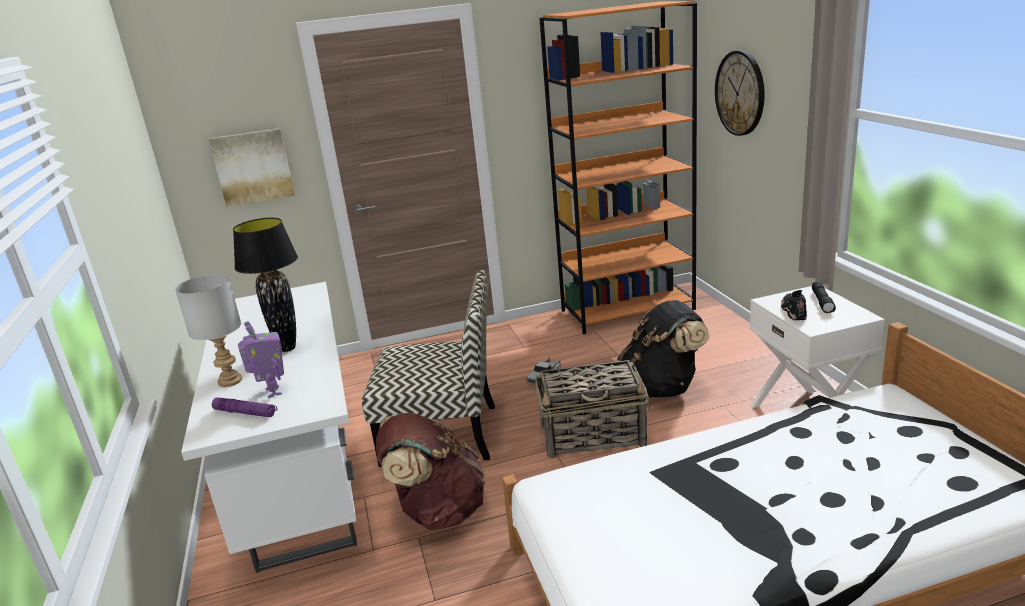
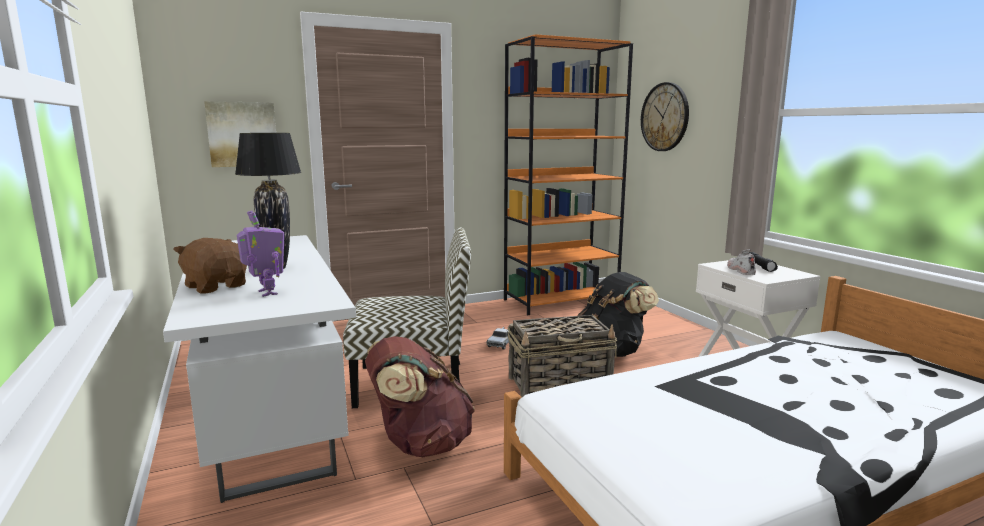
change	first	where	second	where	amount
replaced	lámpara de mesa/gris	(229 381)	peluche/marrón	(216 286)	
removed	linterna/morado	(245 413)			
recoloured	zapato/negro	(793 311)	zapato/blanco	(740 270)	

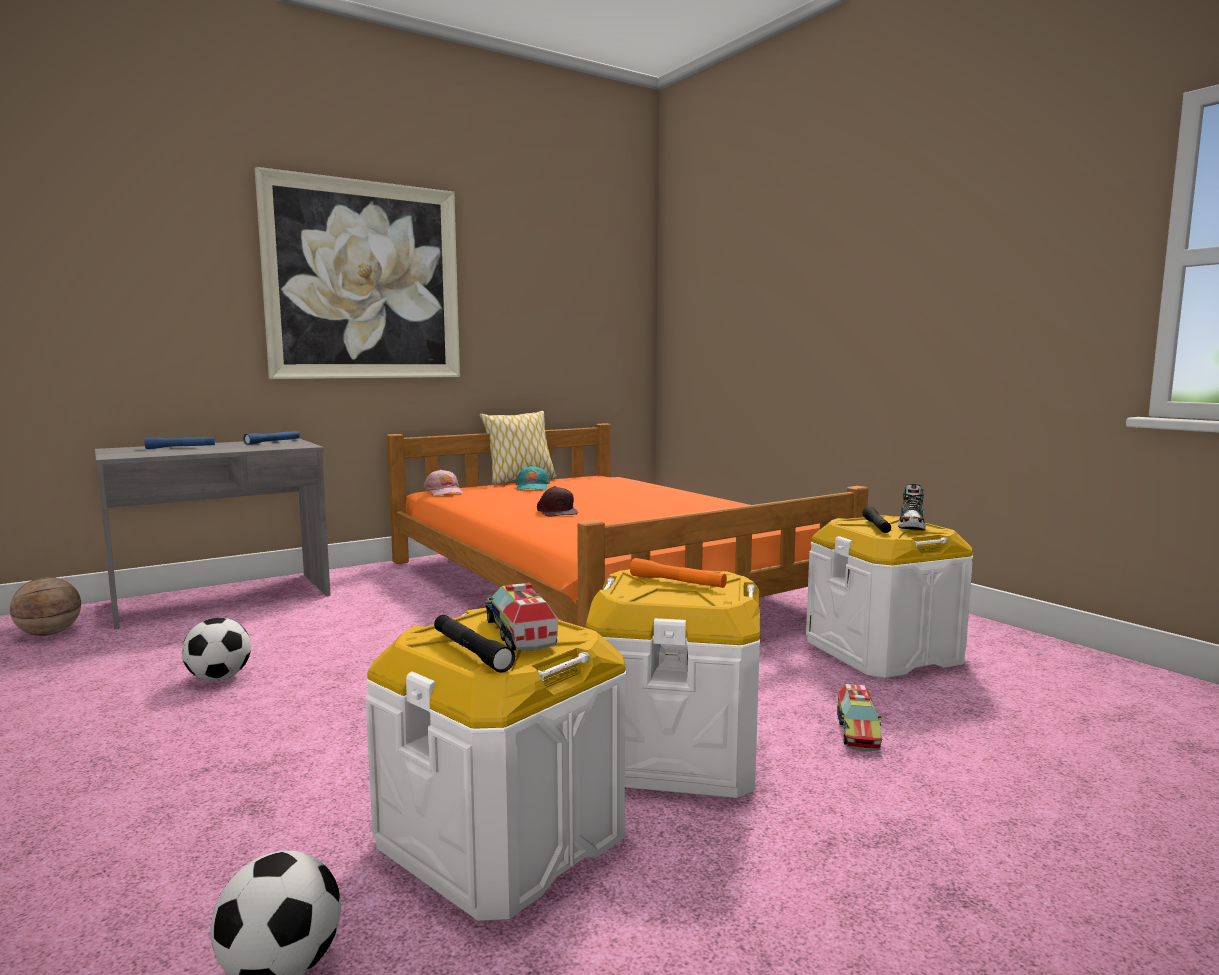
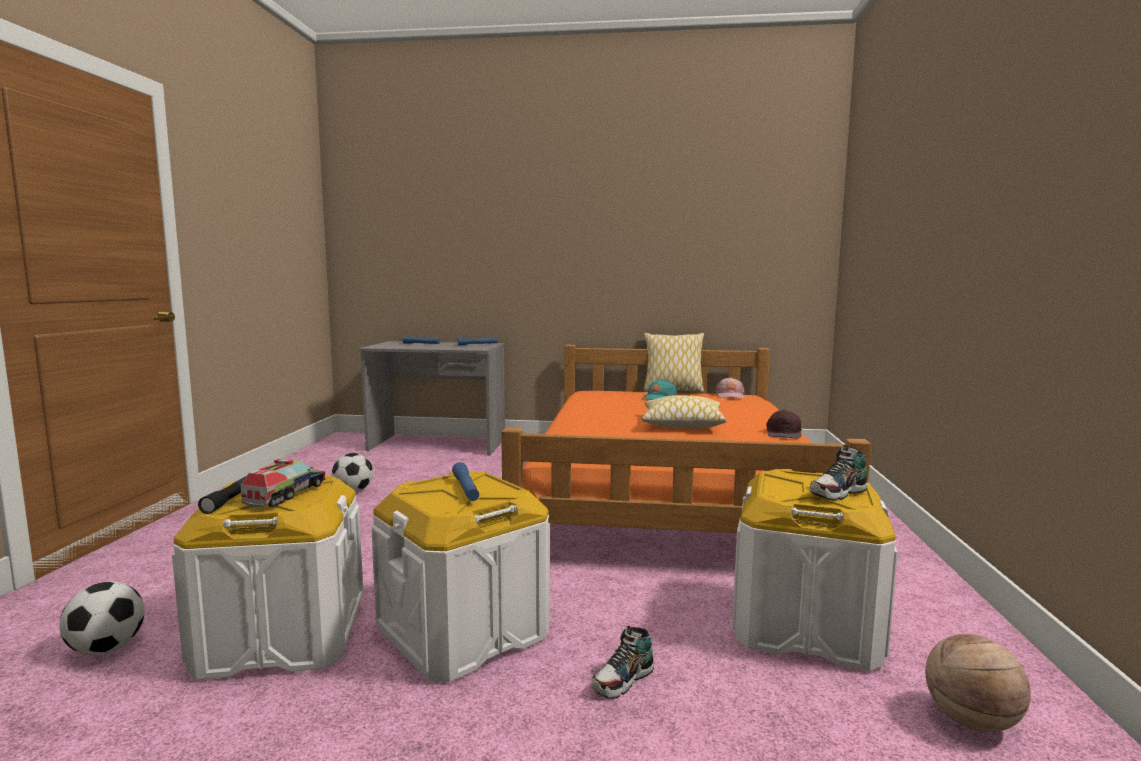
change	first	where	second	where	amount
moved	balón de baloncesto	(49 634)		(970 721)	
removed	cuadro	(364 281)			
moved	gorra/rosa	(444 492)		(730 395)	
moved	gorra/marrón	(557 511)		(784 433)	
recoloured	linterna/naranja	(677 582)	linterna/azul	(466 489)	
replaced	camión de juguete	(857 731)	zapato	(623 680)	
removed	linterna/negro	(876 526)			
added			cojín	(682 424)	

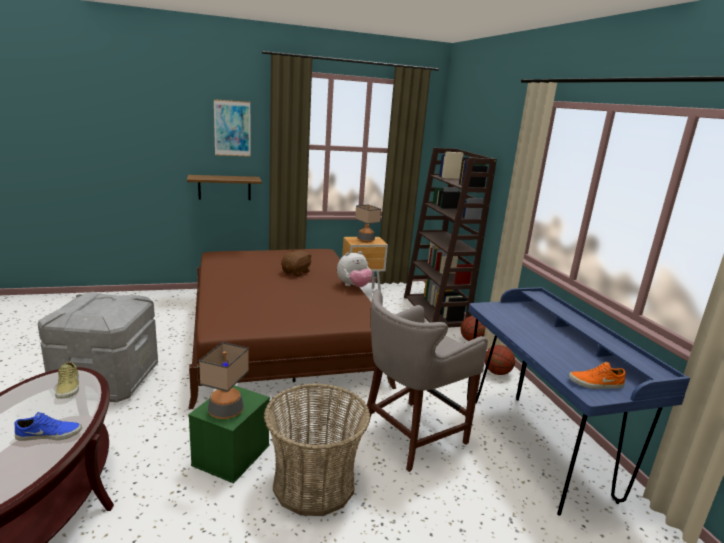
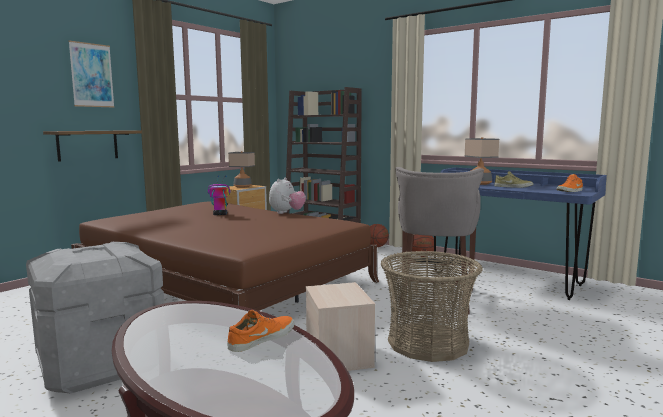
change	first	where	second	where	amount
recoloured	zapato/azul	(50 434)	zapato/naranja	(261 338)	
moved	zapato/beis	(69 387)		(513 187)	
recoloured	caja de almacenaje/verde	(231 456)	caja de almacenaje/beis	(339 355)	
moved	lámpara de mesa	(225 411)		(479 183)	
replaced	peluche/marrón	(296 272)	robot de juguete	(220 214)	

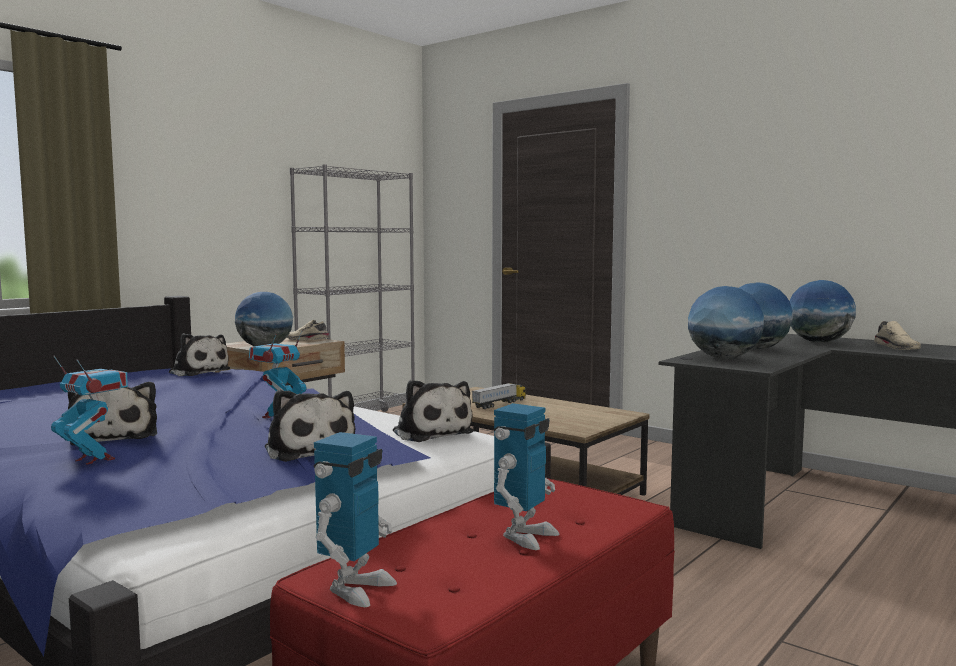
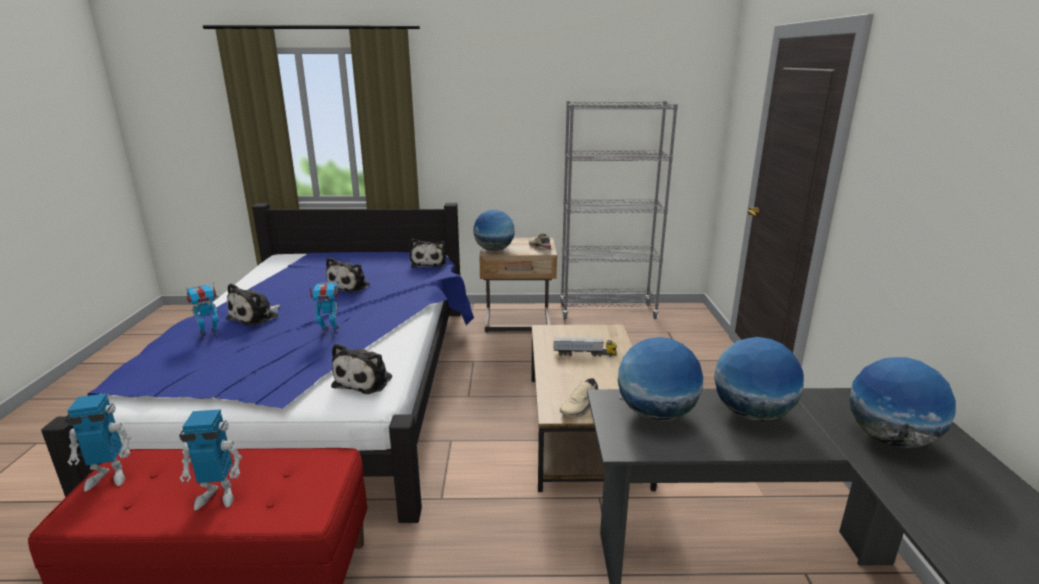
change	first	where	second	where	amount
turned	robot de juguete	(94 459)		(209 333)	120 degrees counterclockwise
moved	peluche	(309 449)		(350 286)	
moved	zapato/beis	(898 347)		(581 407)	

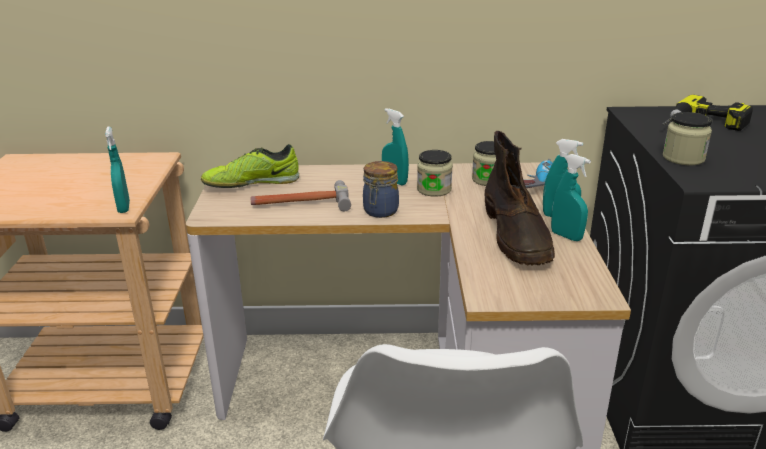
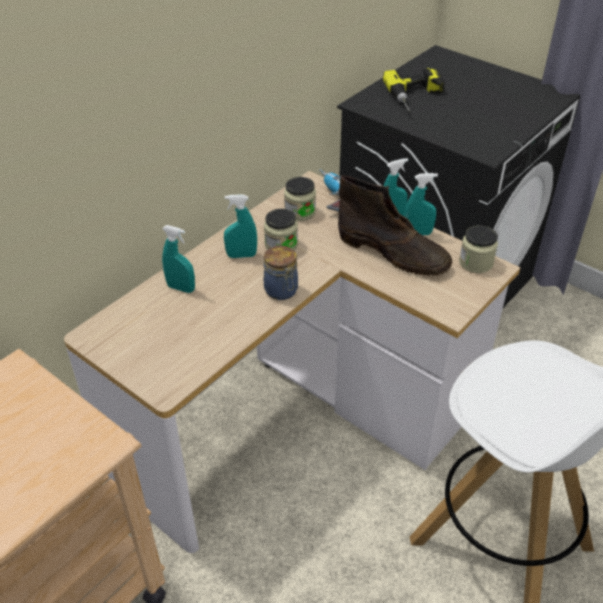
change	first	where	second	where	amount
moved	pulverizador/turquesa	(124 207)		(181 288)	
removed	zapato	(252 183)			
removed	martillo	(300 203)			
moved	tarro	(683 158)		(476 263)	

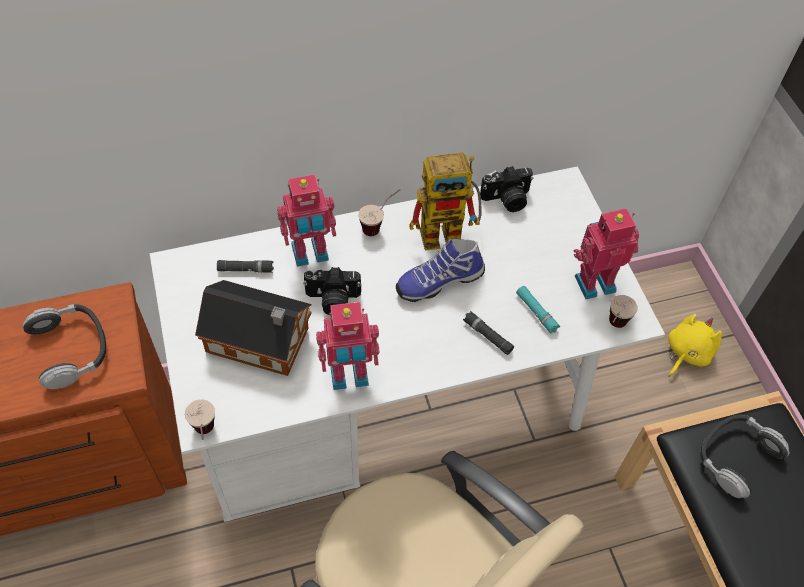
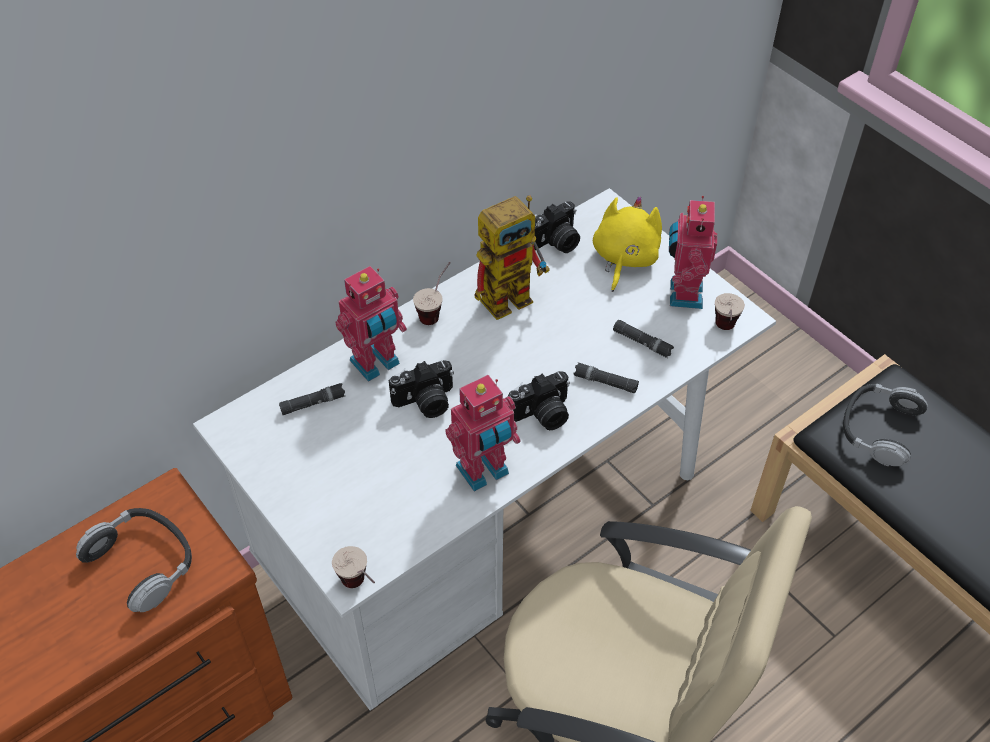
change	first	where	second	where	amount
removed	casita	(261 342)			
removed	zapato	(439 280)			
recoloured	linterna/turquesa	(536 312)	linterna/negro	(642 342)	
turned	robot de juguete	(593 281)		(682 294)	45 degrees counterclockwise
moved	peluche/amarillo	(686 353)		(624 258)	
added			cámara	(542 415)	

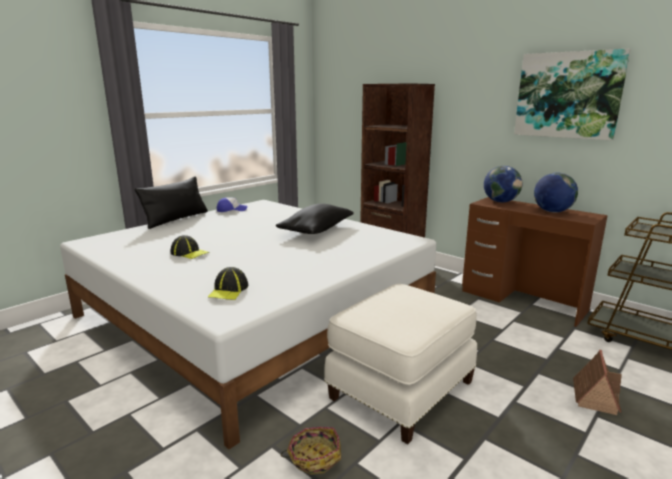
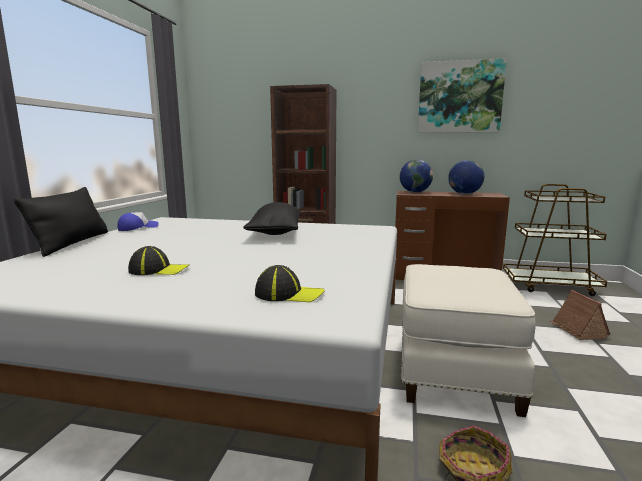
change	first	where	second	where	amount
turned	gorra	(228 290)		(289 294)	60 degrees counterclockwise

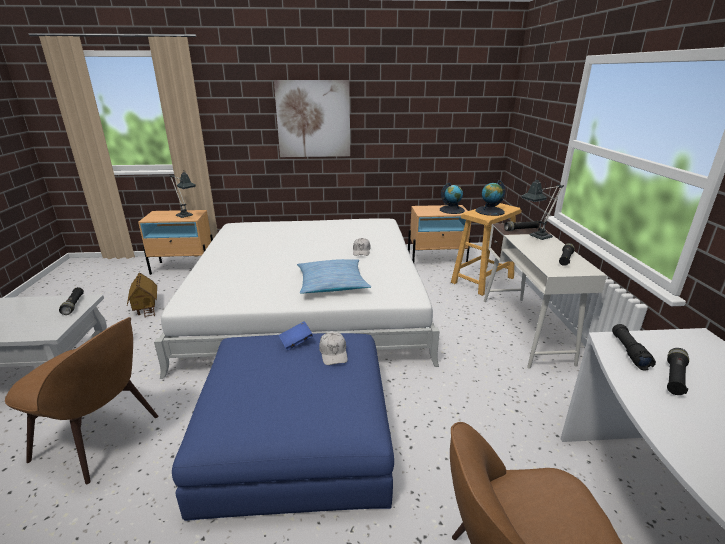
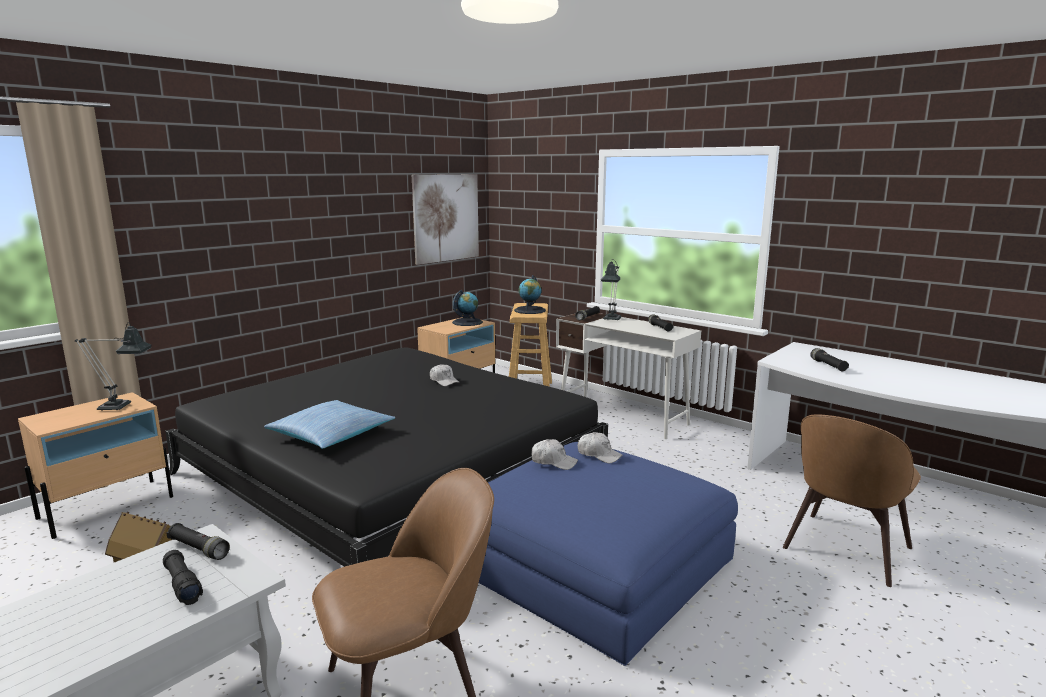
change	first	where	second	where	amount
recoloured	cama/blanco	(308 301)	cama/negro	(392 470)	
moved	cuadro	(313 119)		(446 218)	
replaced	libro/azul	(296 342)	gorra/blanco	(553 462)	
moved	cojín	(332 284)		(331 435)	
moved	linterna/negro	(629 352)		(182 585)	

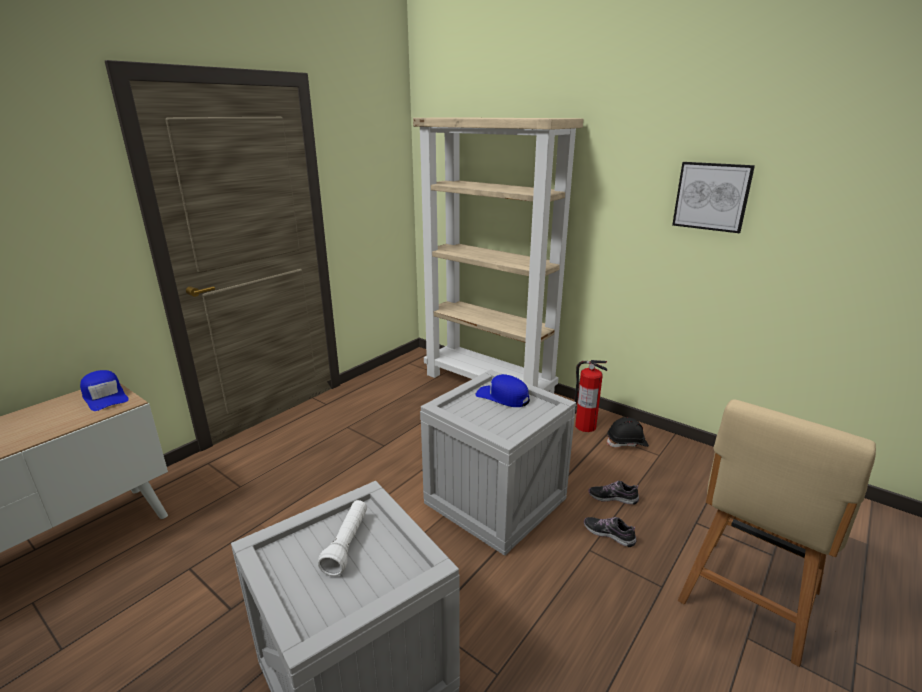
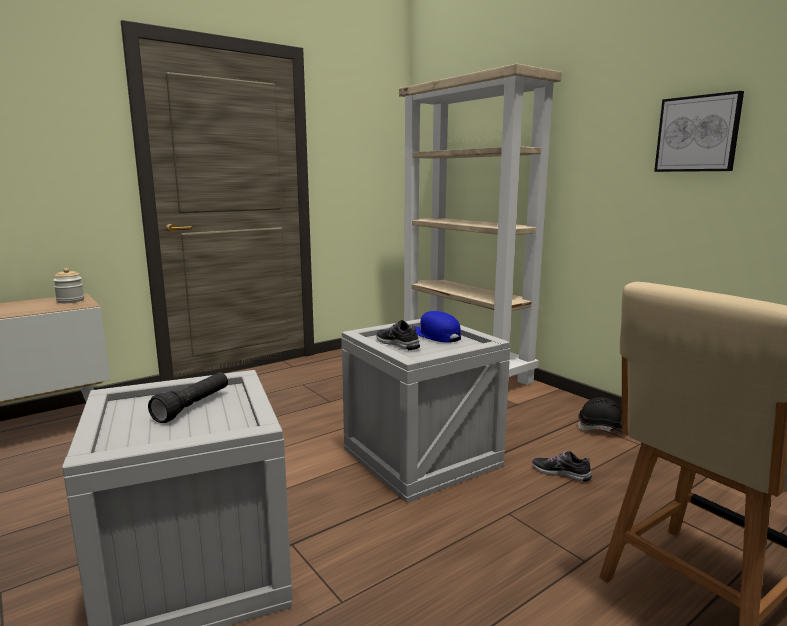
change	first	where	second	where	amount
replaced	gorra/azul	(105 396)	tarro	(70 301)	
recoloured	linterna/blanco	(347 544)	linterna/negro	(193 406)	
removed	extintor	(585 426)			
moved	zapato	(609 534)		(397 344)	

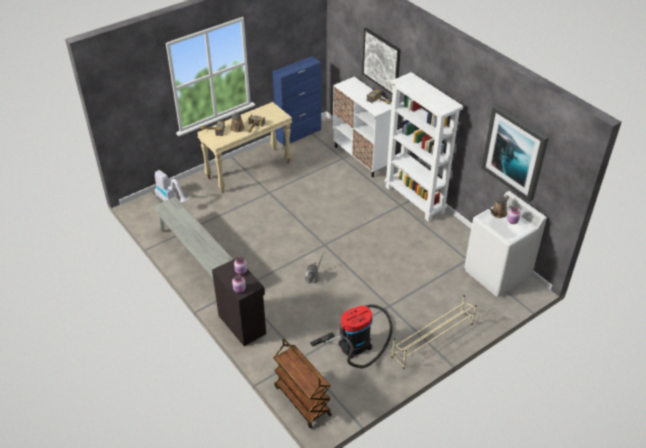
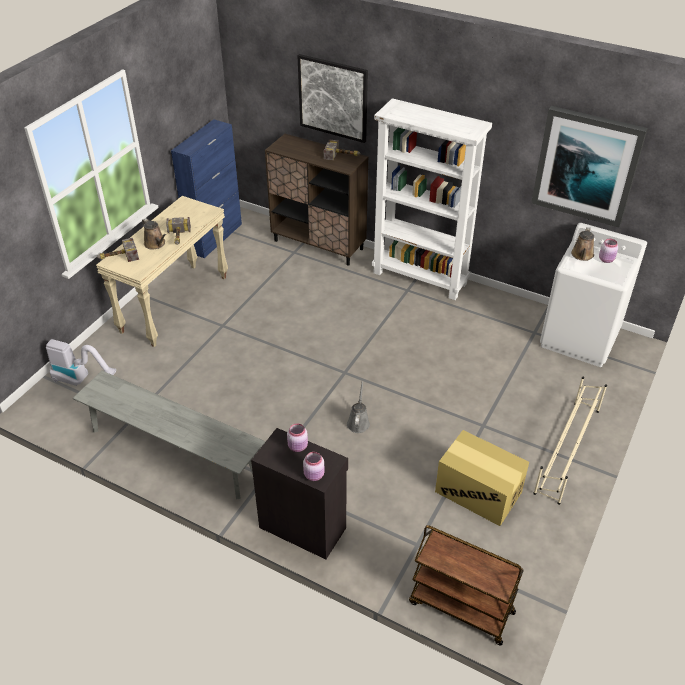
change	first	where	second	where	amount
replaced	aspiradora	(358 343)	caja de cartón	(478 492)	
recoloured	armario/blanco	(362 158)	armario/marrón	(318 245)	

